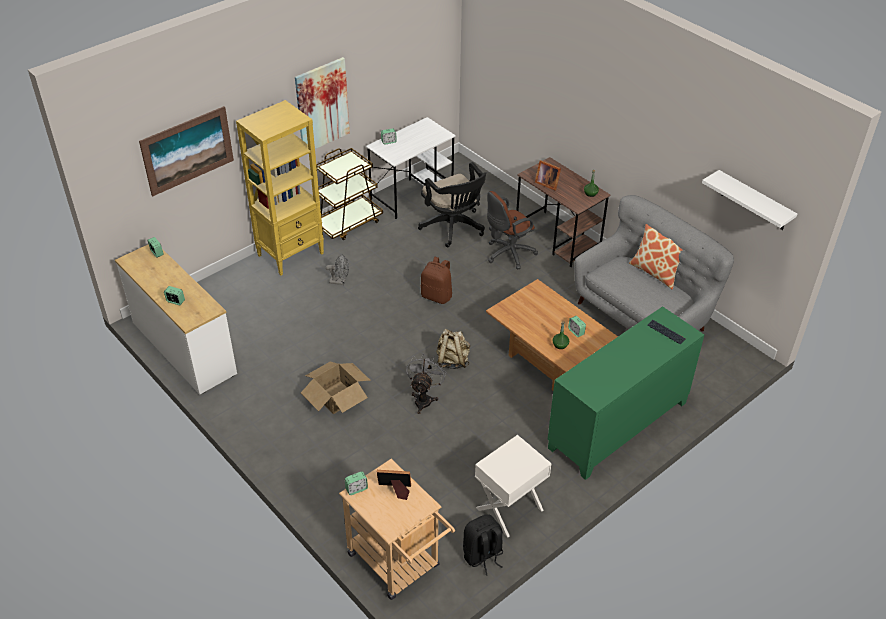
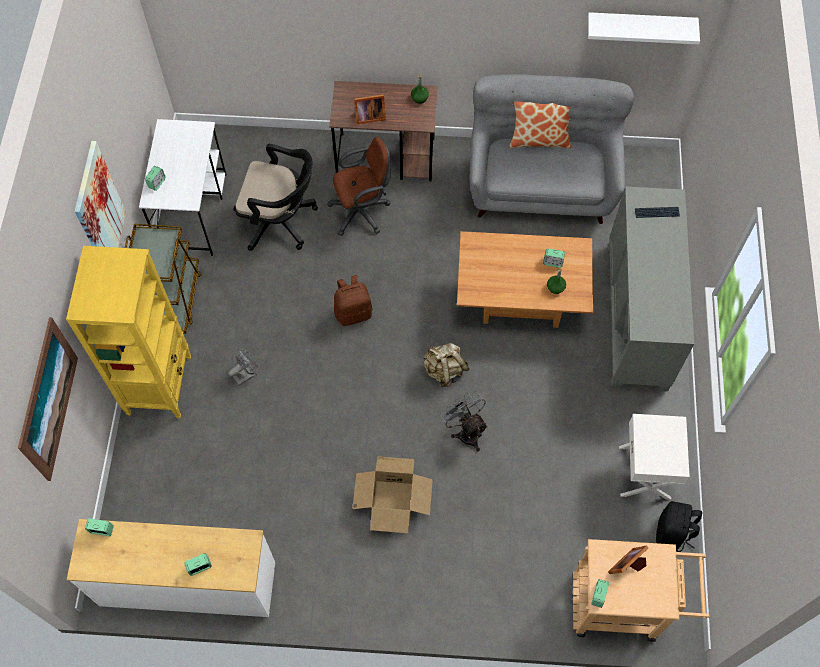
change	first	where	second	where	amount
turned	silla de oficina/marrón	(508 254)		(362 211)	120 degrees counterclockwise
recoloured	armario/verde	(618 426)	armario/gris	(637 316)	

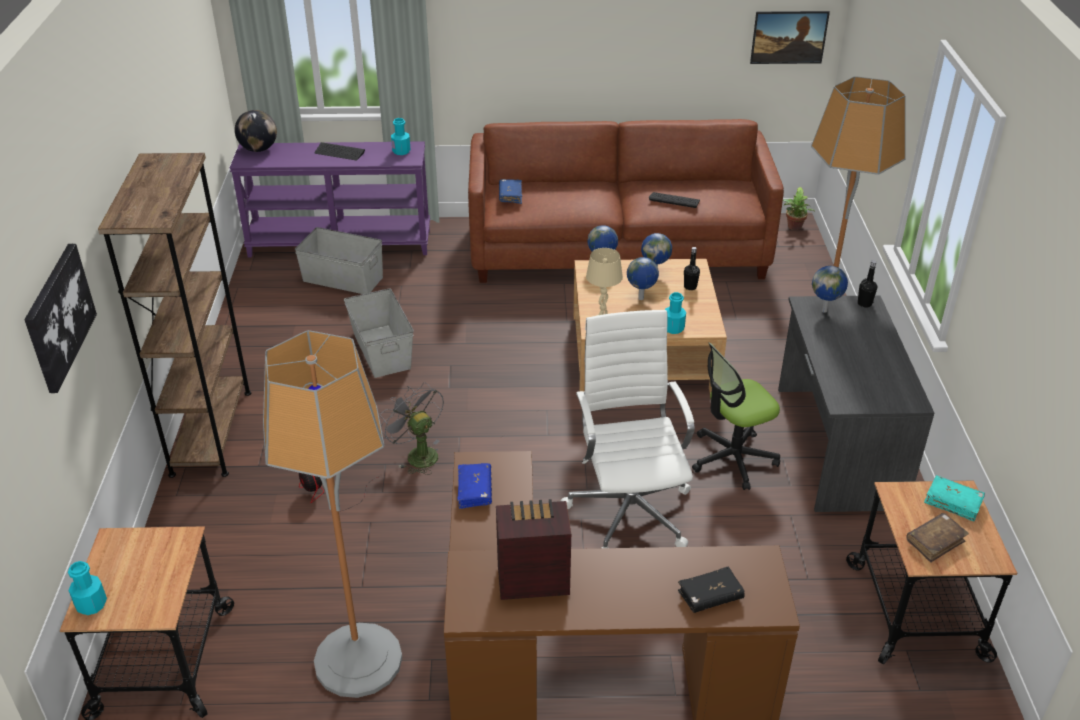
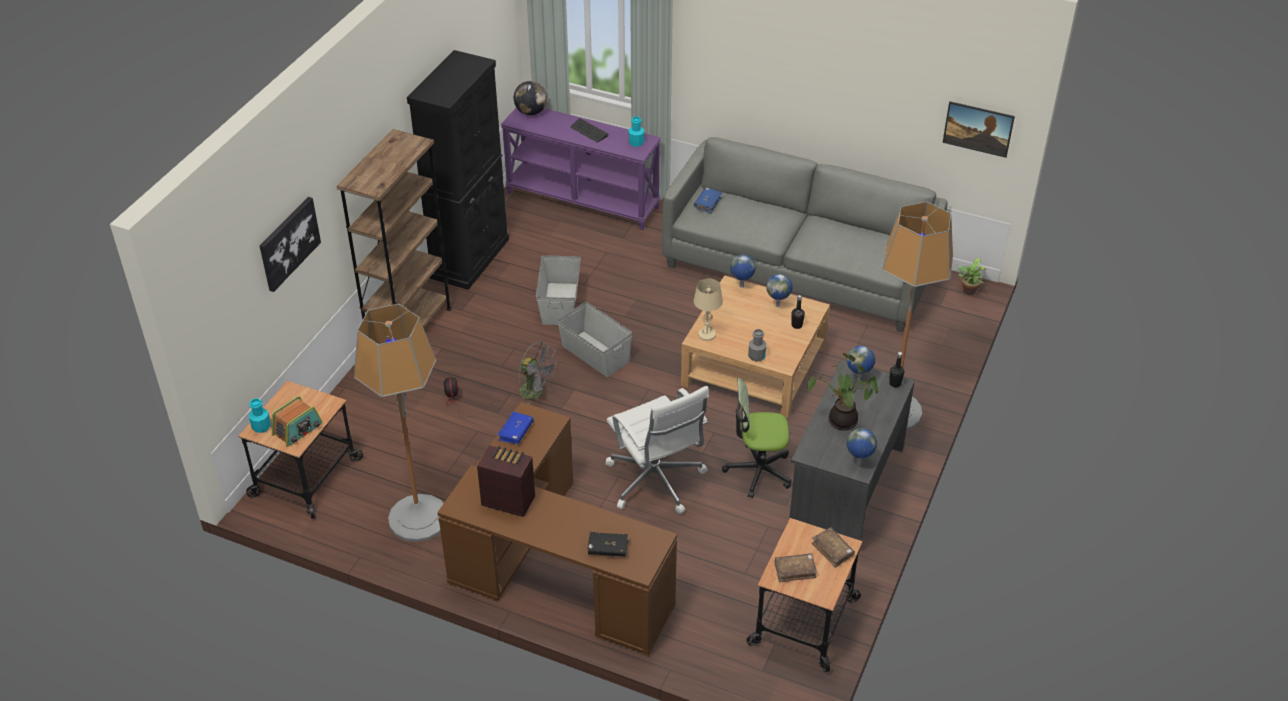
change	first	where	second	where	amount
moved	caja de almacenaje/gris	(342 278)		(595 353)	
turned	ventilador/gris	(417 454)		(536 393)	135 degrees clockwise
recoloured	sofá/marrón	(618 249)	sofá/gris	(799 269)	
turned	silla de oficina/blanco	(629 509)		(656 482)	135 degrees clockwise
moved	globo terráqueo	(641 299)		(858 463)	
removed	teclado	(674 200)			
recoloured	botella/turquesa	(673 328)	botella/gris	(756 356)	
recoloured	libro/turquesa	(953 502)	libro/marrón	(832 550)	
added			radio	(298 429)	
added			armario/negro	(470 258)	
added			planta en maceta	(840 422)	

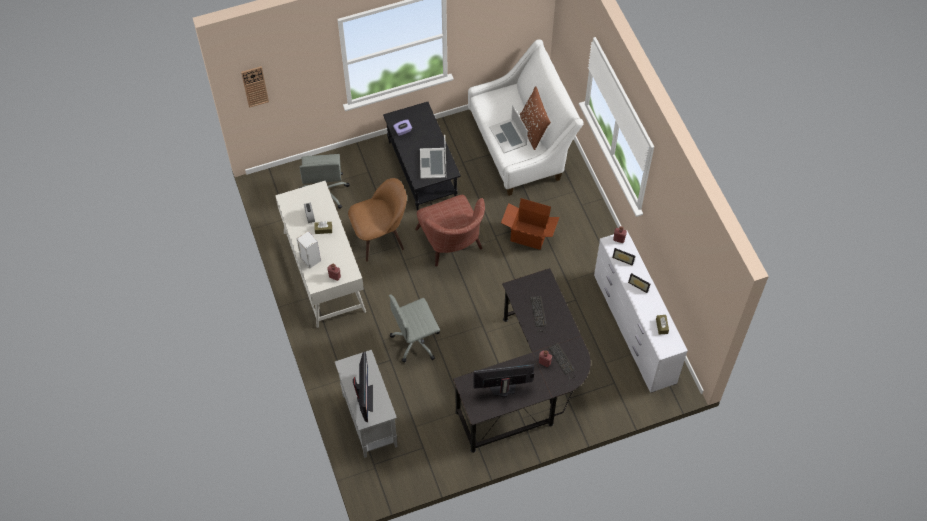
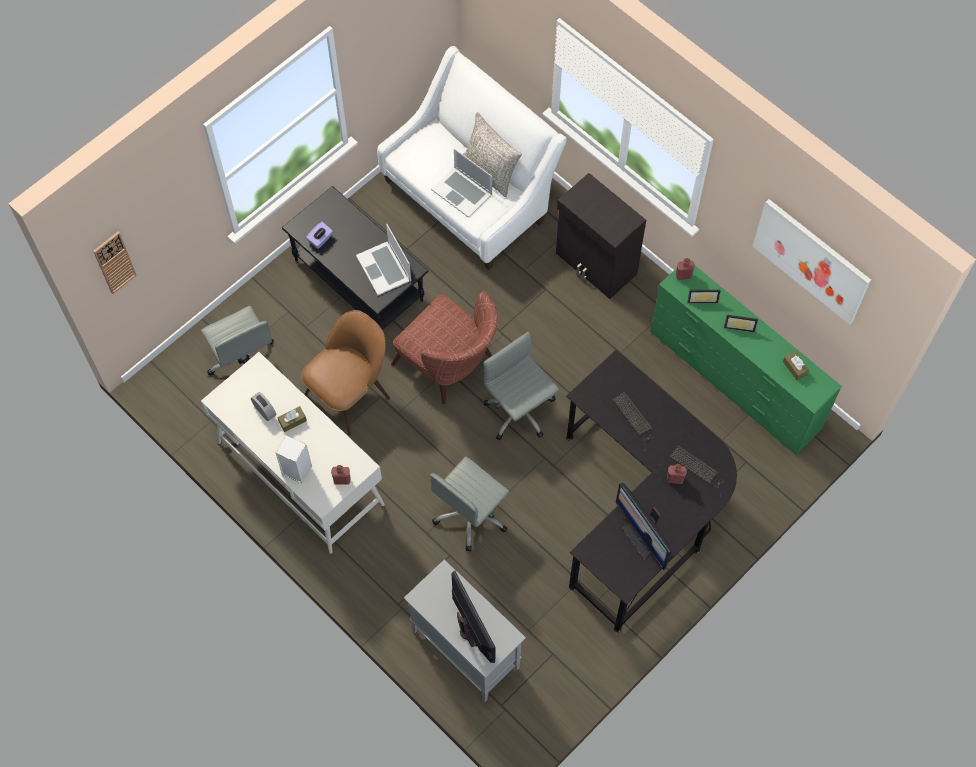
change	first	where	second	where	amount
turned	monitor	(503 389)		(641 538)	90 degrees counterclockwise
removed	caja de cartón	(528 235)			
recoloured	cojín/marrón	(533 130)	cojín/gris	(491 171)	
recoloured	cómoda/blanco	(634 329)	cómoda/verde	(734 381)	
added			silla de oficina/gris	(520 412)	
added			armario/negro	(595 265)	
added			cuadro	(811 260)	

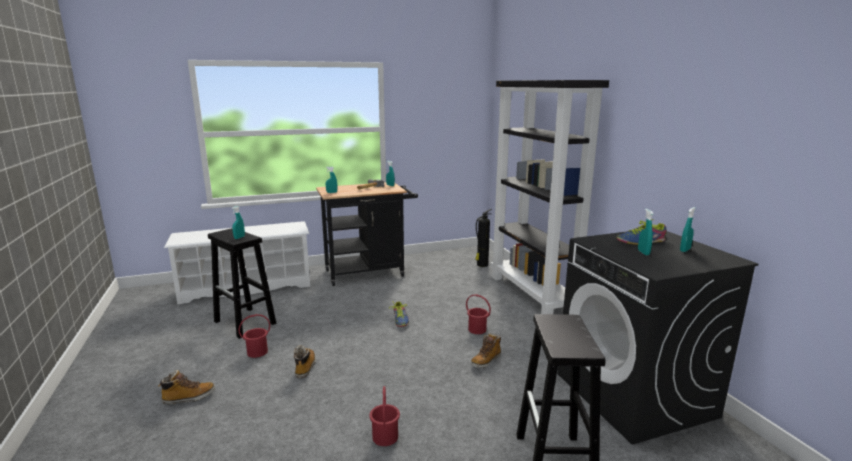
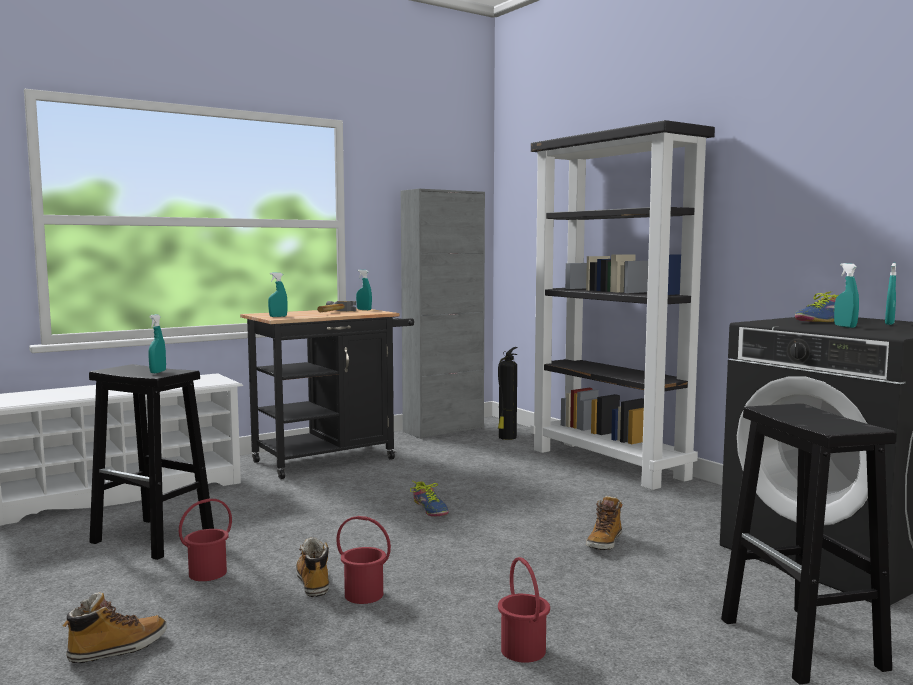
change	first	where	second	where	amount
moved	cubo/rojo	(477 329)		(364 594)	
added			armario/gris	(443 430)	

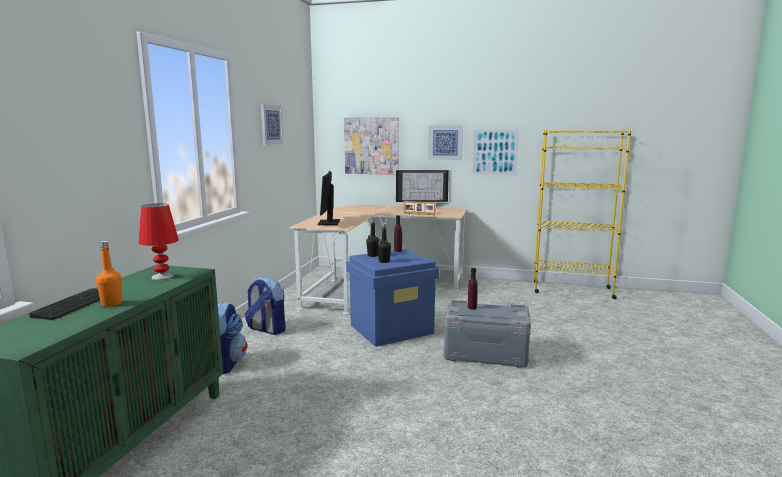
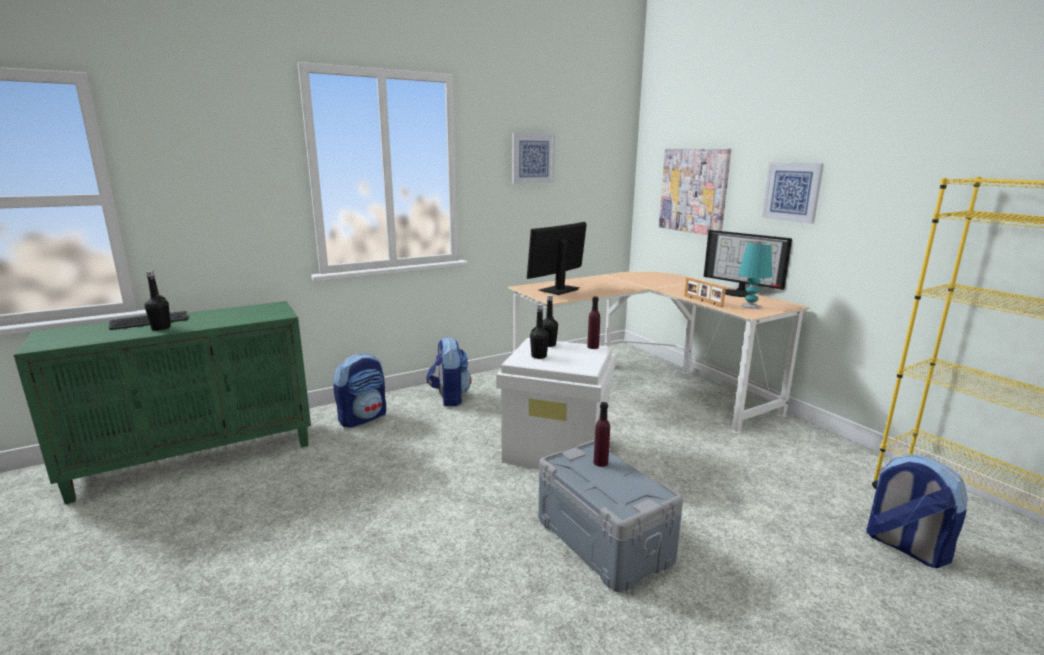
change	first	where	second	where	amount
recoloured	botella/naranja	(112 304)	botella/negro	(161 328)	
removed	lámpara de mesa/rojo	(162 277)			
recoloured	caja de almacenaje/azul	(392 329)	caja de almacenaje/blanco	(557 449)	
removed	cuadro	(495 152)			
added			lámpara de mesa/turquesa	(750 306)	
added			mochila	(904 546)	

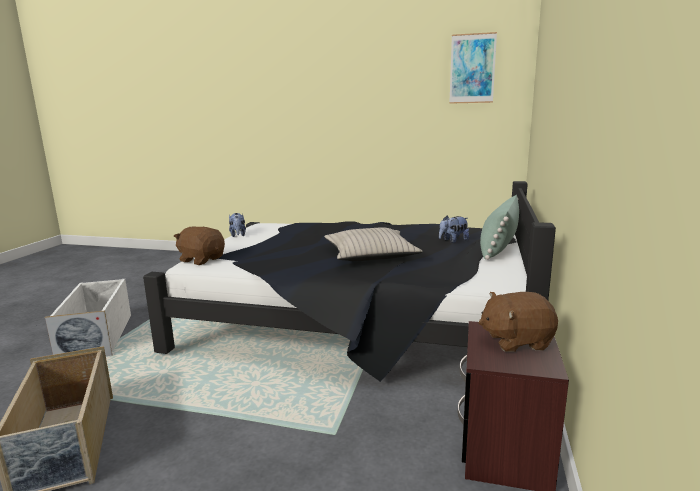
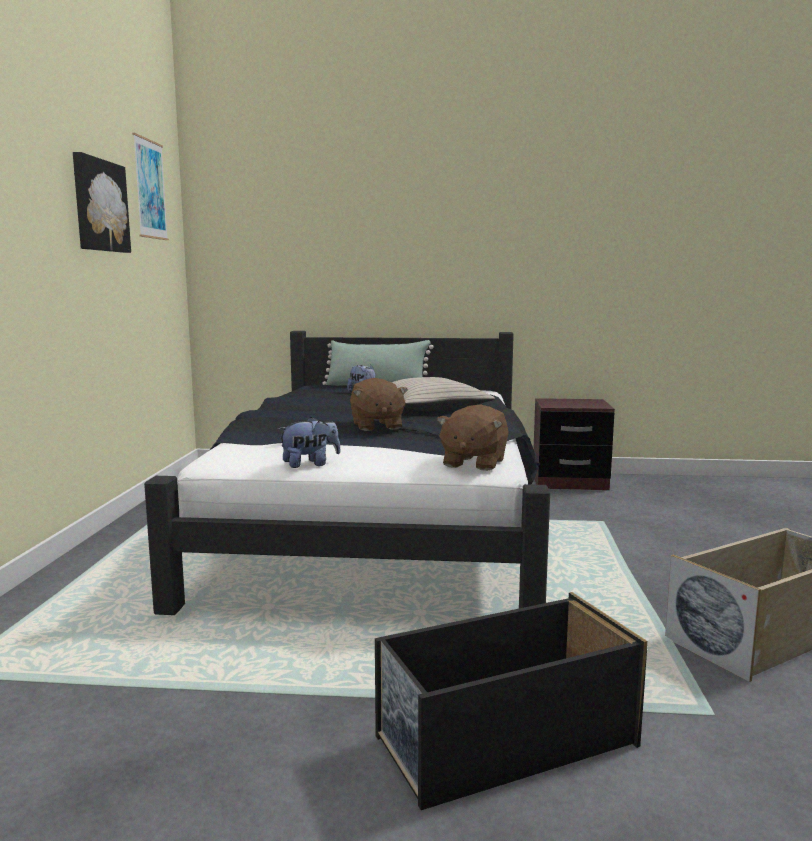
change	first	where	second	where	amount
recoloured	caja de almacenaje/blanco	(97 336)	caja de almacenaje/negro	(504 741)	
moved	peluche/marrón	(516 341)		(376 426)	
added			cuadro	(99 206)	

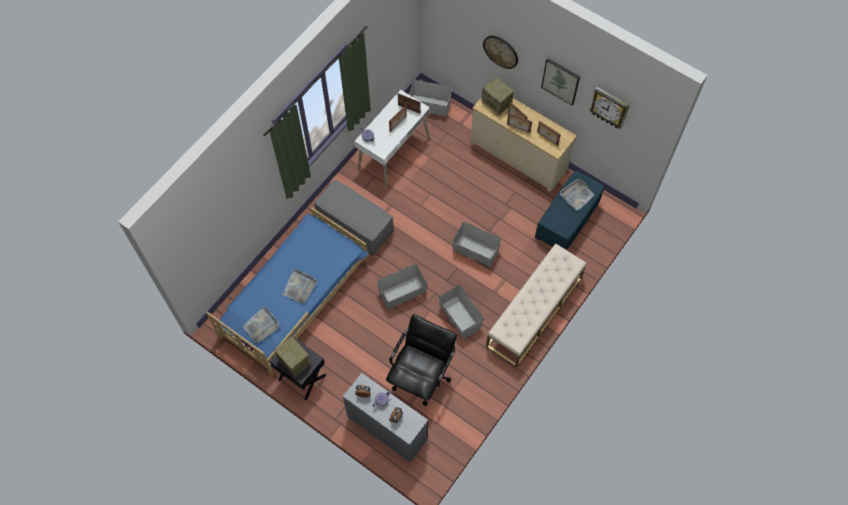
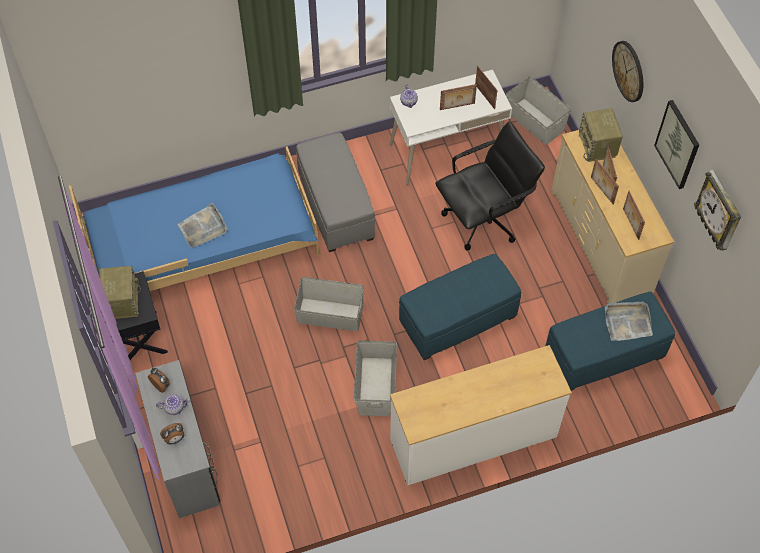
change	first	where	second	where	amount
removed	bandeja/gris	(261 326)			
moved	silla de oficina/negro	(421 376)		(484 219)	
replaced	caja de almacenaje/gris	(475 251)	puf/azul	(457 320)	
replaced	banco/beis	(534 312)	cómoda/blanco	(473 439)	

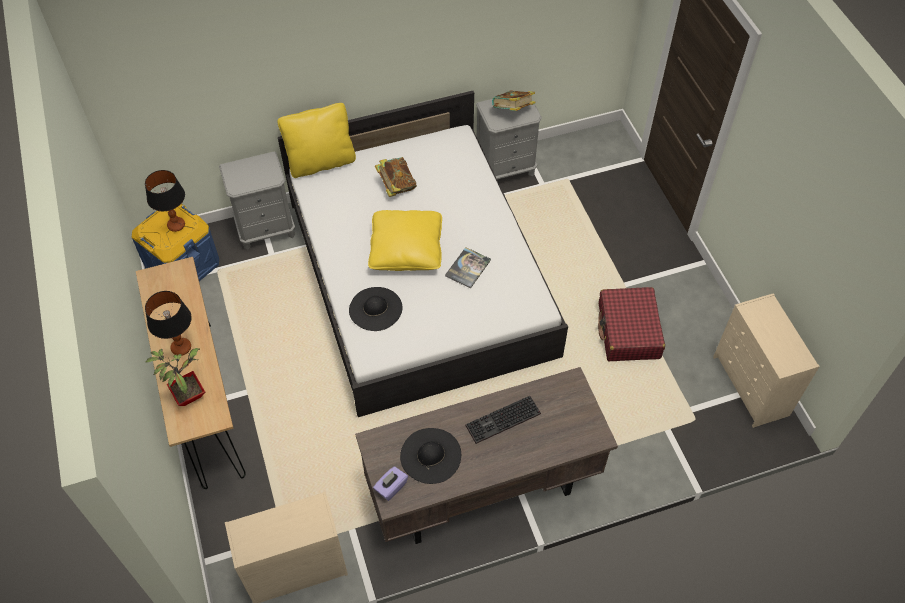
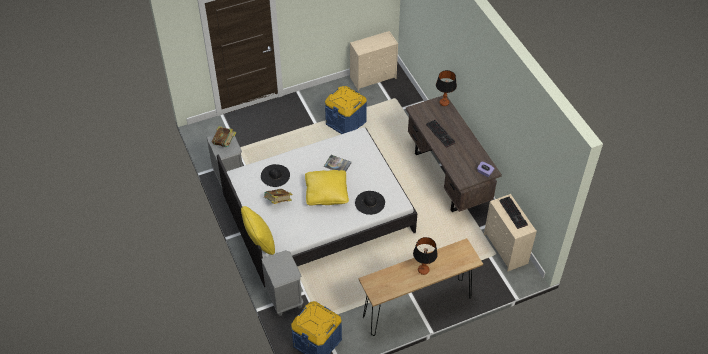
change	first	where	second	where	amount
moved	lámpara de mesa	(176 225)		(444 103)	
removed	planta en maceta	(188 394)			
moved	sombrero/negro	(430 455)		(275 175)	
replaced	maleta/rojo	(628 331)	caja de almacenaje/azul	(346 122)	
added			teclado	(514 213)	

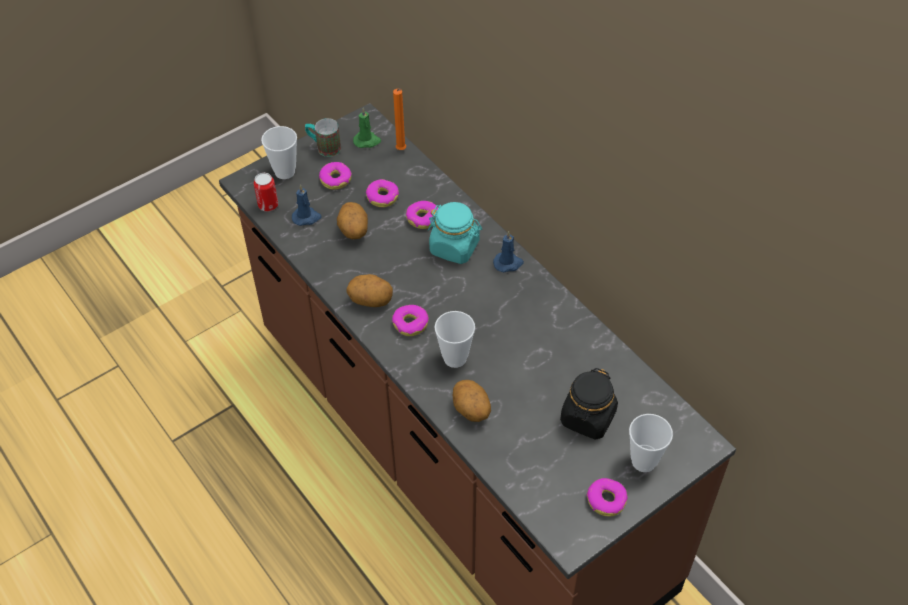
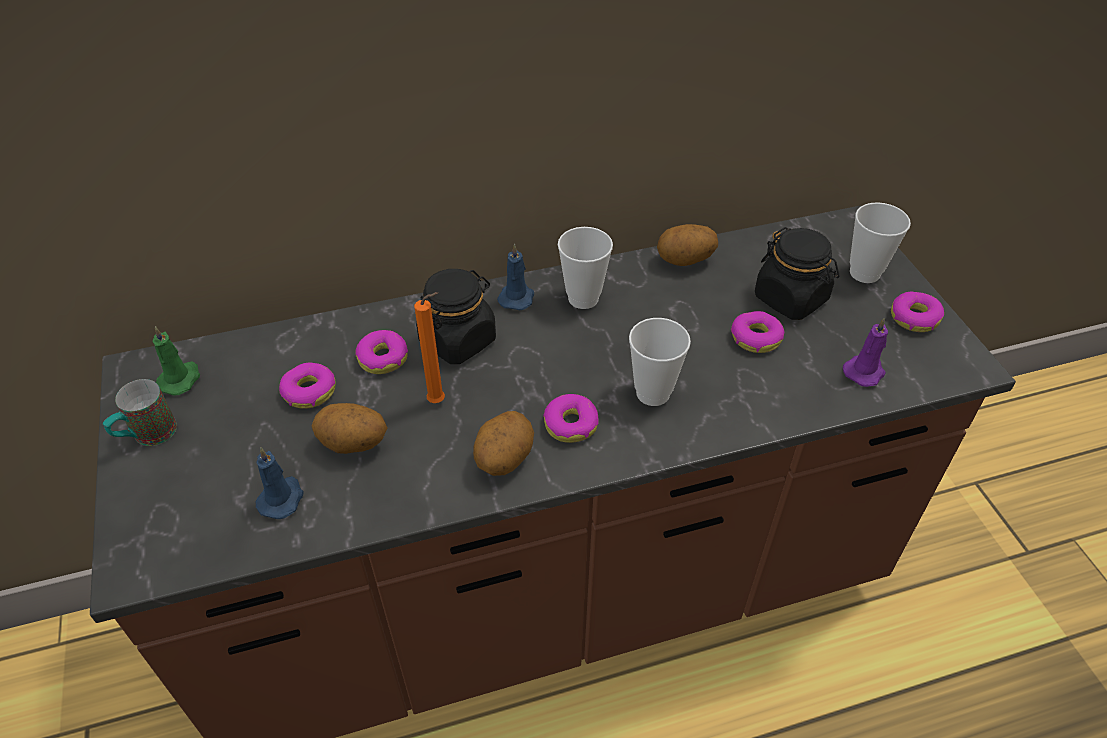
change	first	where	second	where	amount
removed	lata	(268 205)			
moved	taza	(285 172)		(583 298)	
moved	rosquilla	(335 179)		(755 338)	
moved	vela/naranja	(401 151)		(439 401)	
recoloured	tarro/turquesa	(455 247)	tarro/negro	(458 340)	
moved	patata	(470 410)		(685 261)	
added			vela/morado	(864 371)	

